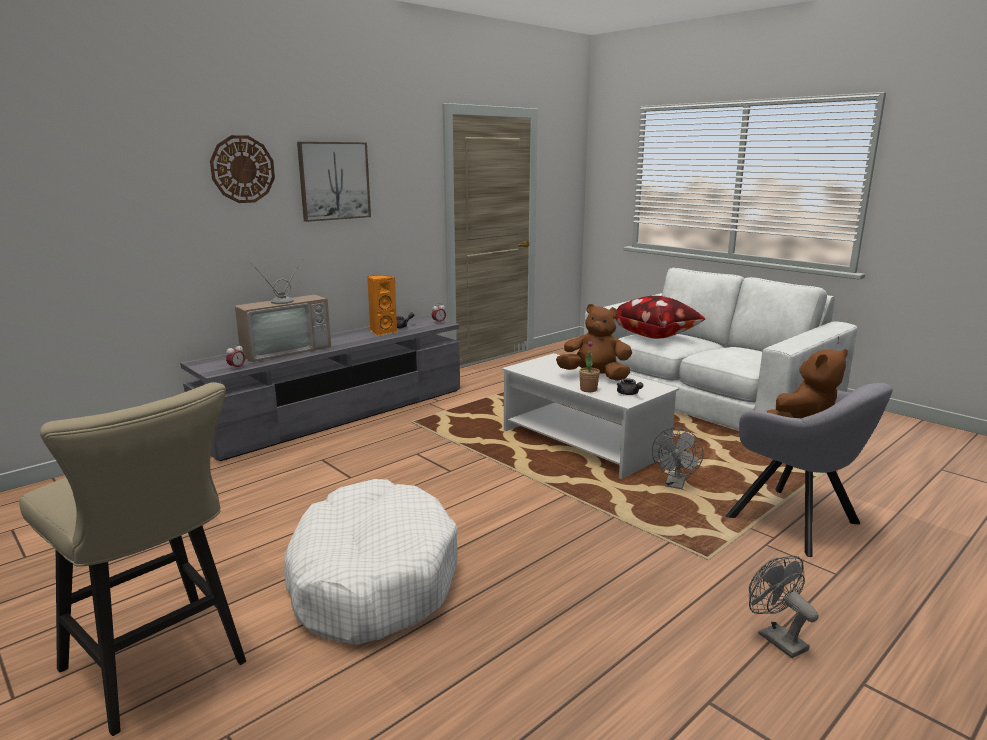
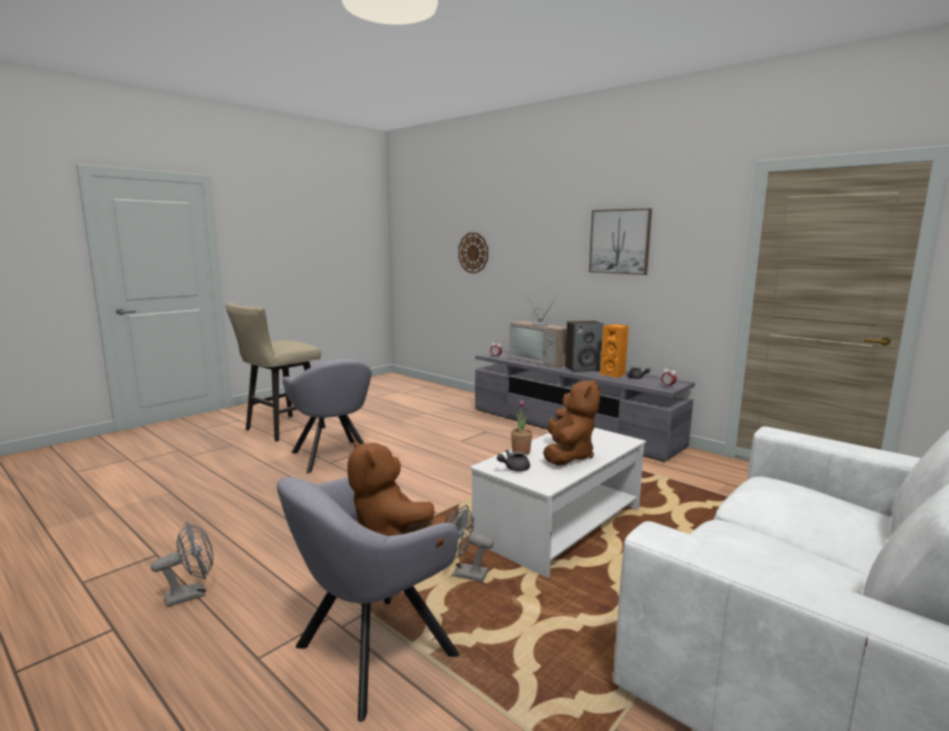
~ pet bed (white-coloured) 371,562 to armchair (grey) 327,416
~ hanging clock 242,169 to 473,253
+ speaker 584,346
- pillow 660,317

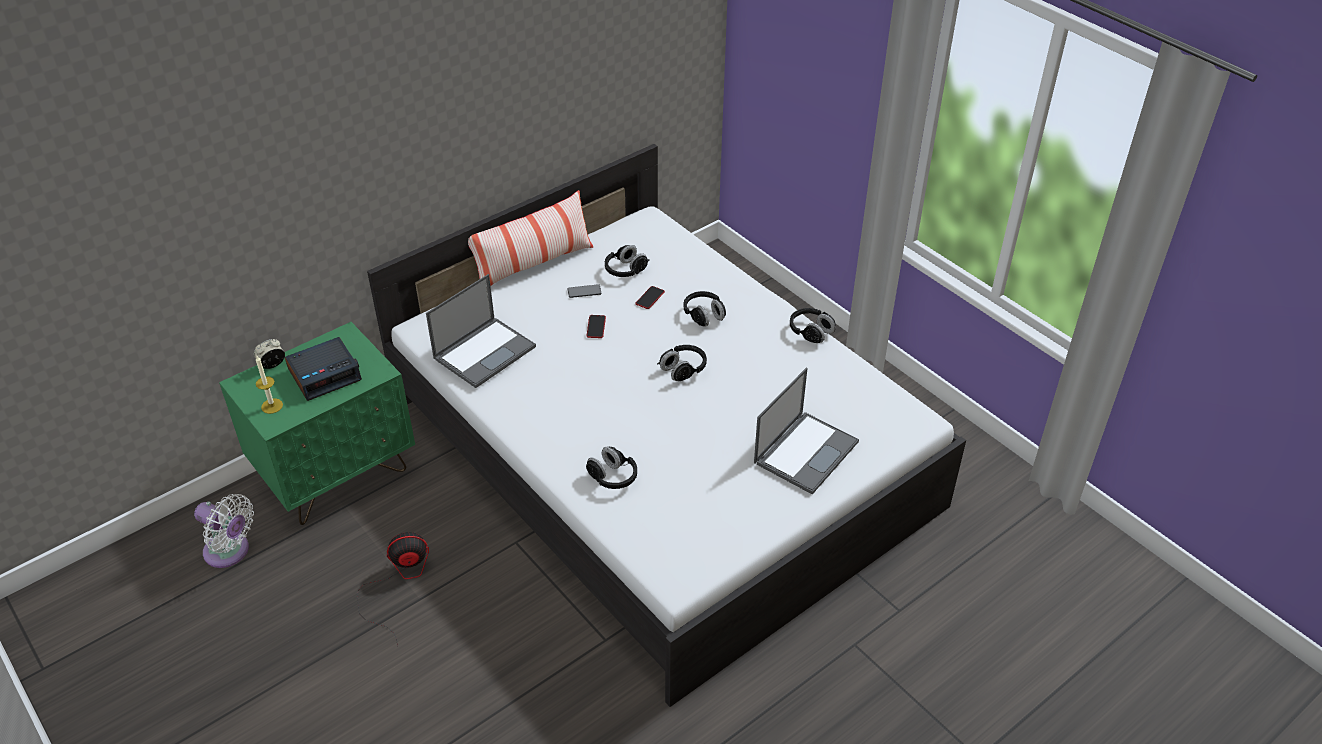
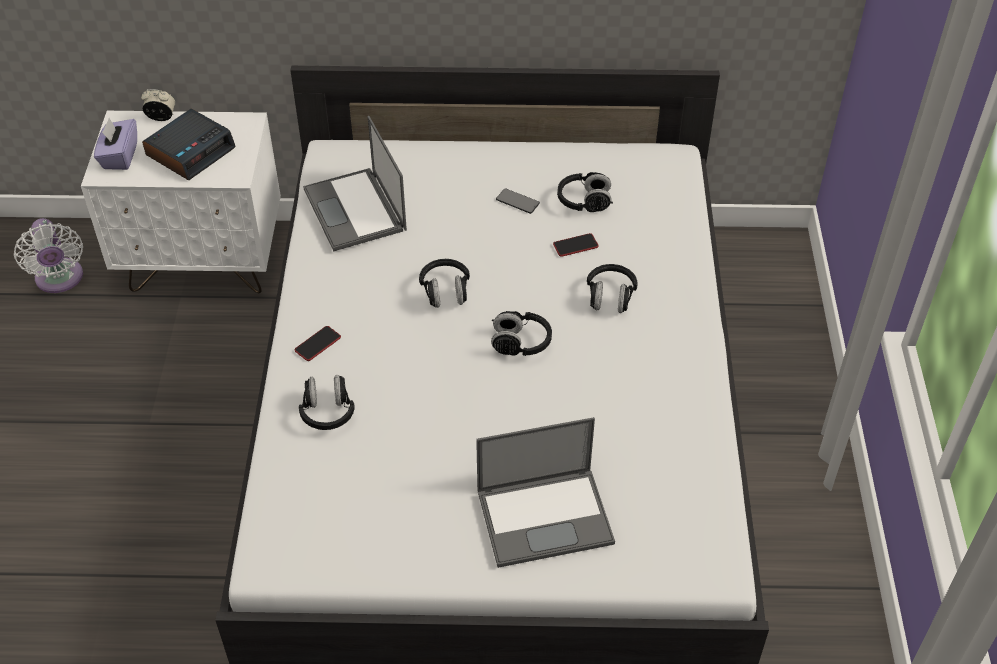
~ nightstand (greenish) 317,423 to nightstand (white-coloured) 181,202
~ wax candle 269,385 to tissue holder (purplish) 115,144
~ bedside clock 323,369 = 189,144 60 degrees counterclockwise
~ phone 596,326 to 318,343
~ laptop 481,331 = 355,183 75 degrees clockwise
~ pair of headphones (black-coloured) 813,325 to 444,283
- cooling fan 393,589
- pillow 530,238

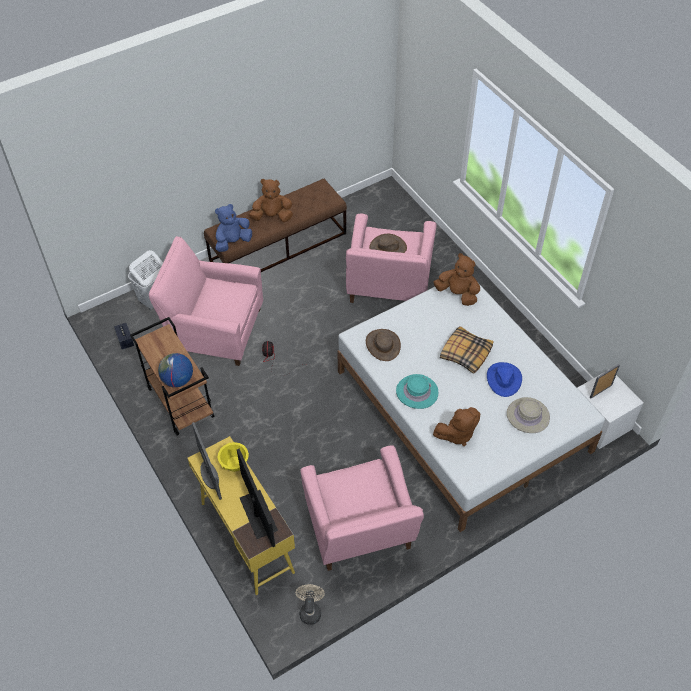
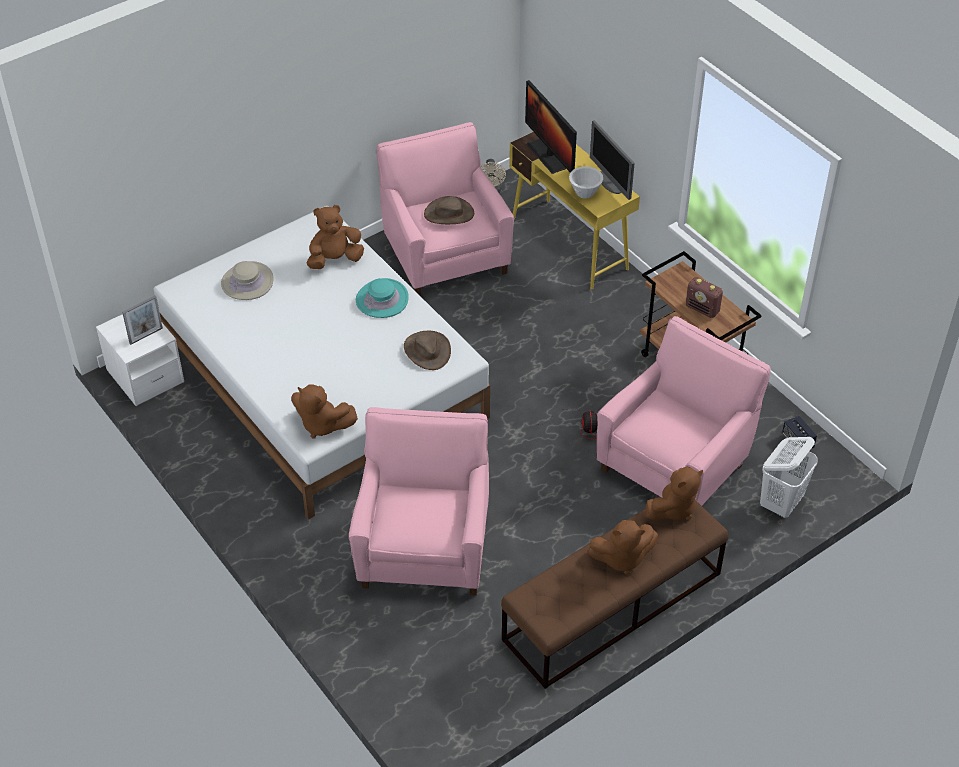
~ hat (brown) 388,243 to 449,210
~ bowl (yellow) 233,457 to bowl (white-coloured) 586,182
~ armchair (pink-coloured) 206,301 = 684,411 60 degrees counterclockwise
~ plush toy (bluish) 233,228 to plush toy (brown) 674,493
+ radio 704,297
- world globe 175,370
- pillow 466,350
- hat (bluish) 504,379

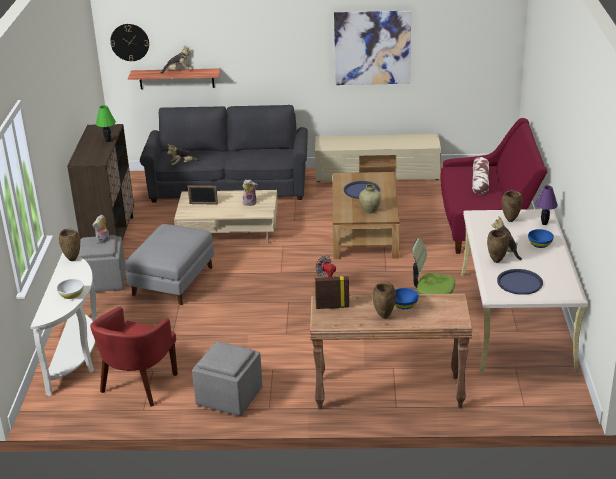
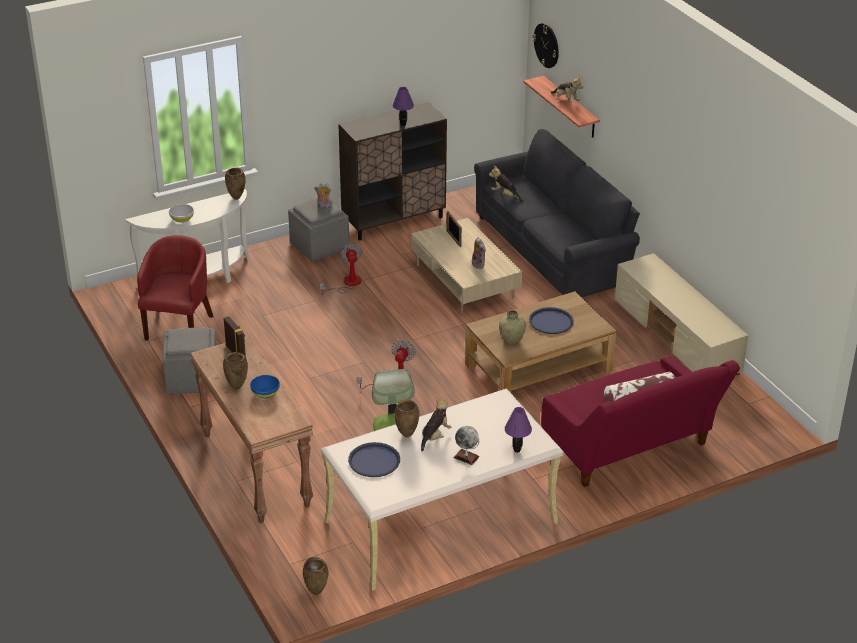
~ armchair (red-coloured) 134,357 = 175,288 105 degrees clockwise
~ vase (brown) 512,206 to 315,576
~ ottoman (grey) 169,264 to cooling fan 341,269
~ lamp for a table (greenish) 106,123 to lamp for a table (purplish) 403,106
~ bowl (bluish) 541,238 to world globe 466,445
- picture 372,48

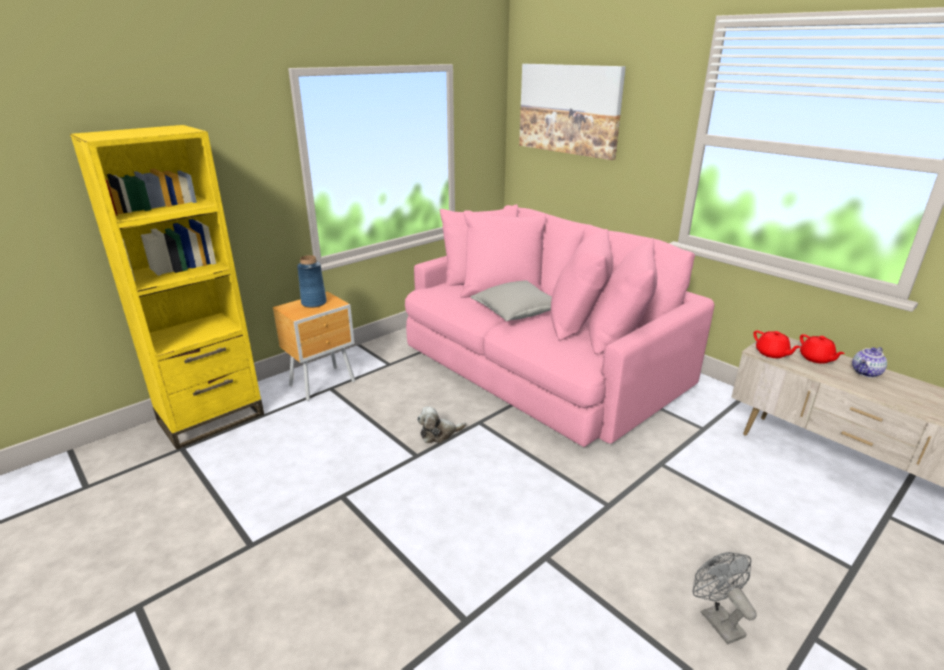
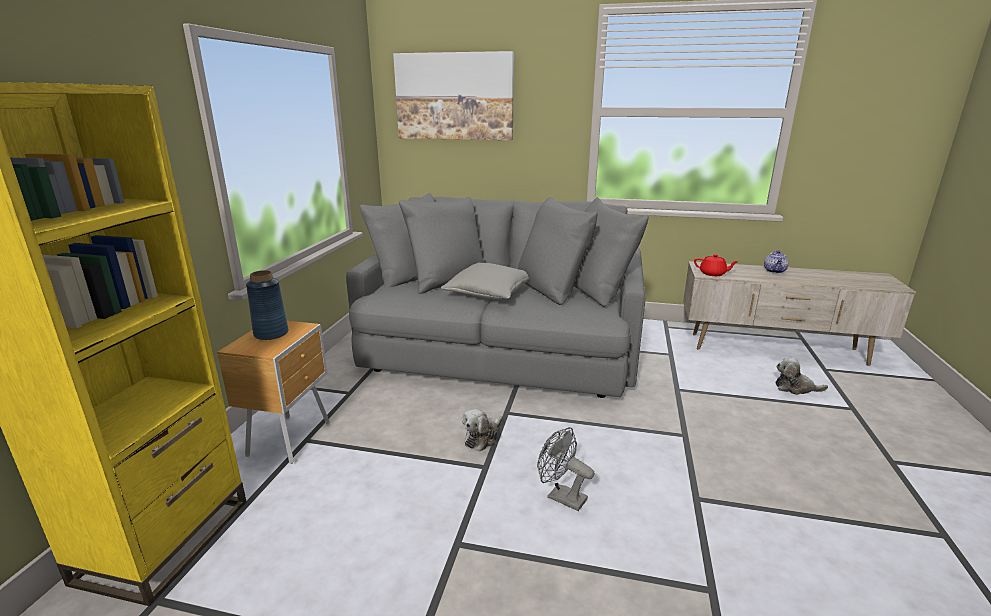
~ settee (pink-coloured) 559,325 to settee (grey) 497,295
~ cooling fan (grey) 725,598 to 565,469
+ plush toy 802,376
- pot for tea (red-coloured) 822,349

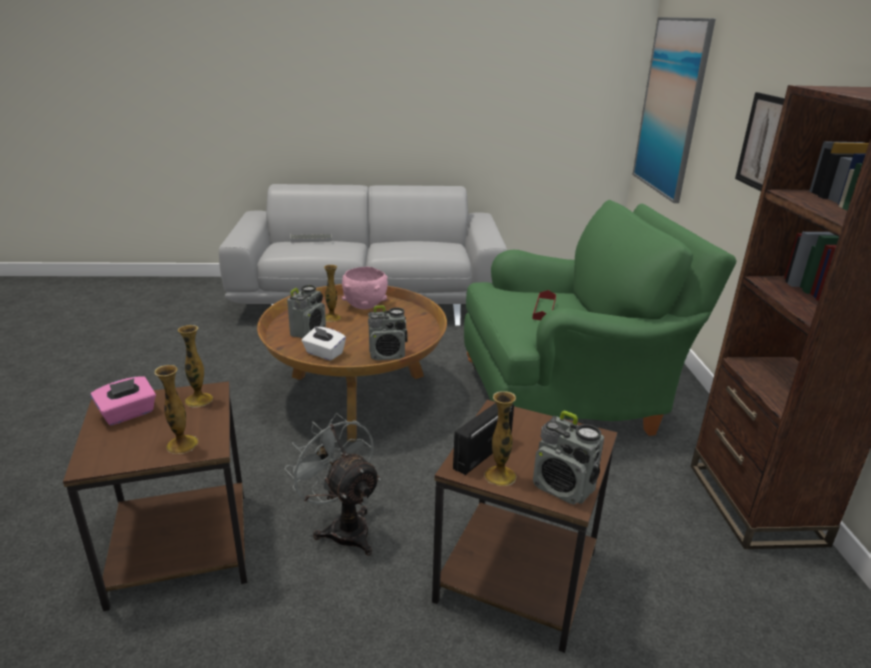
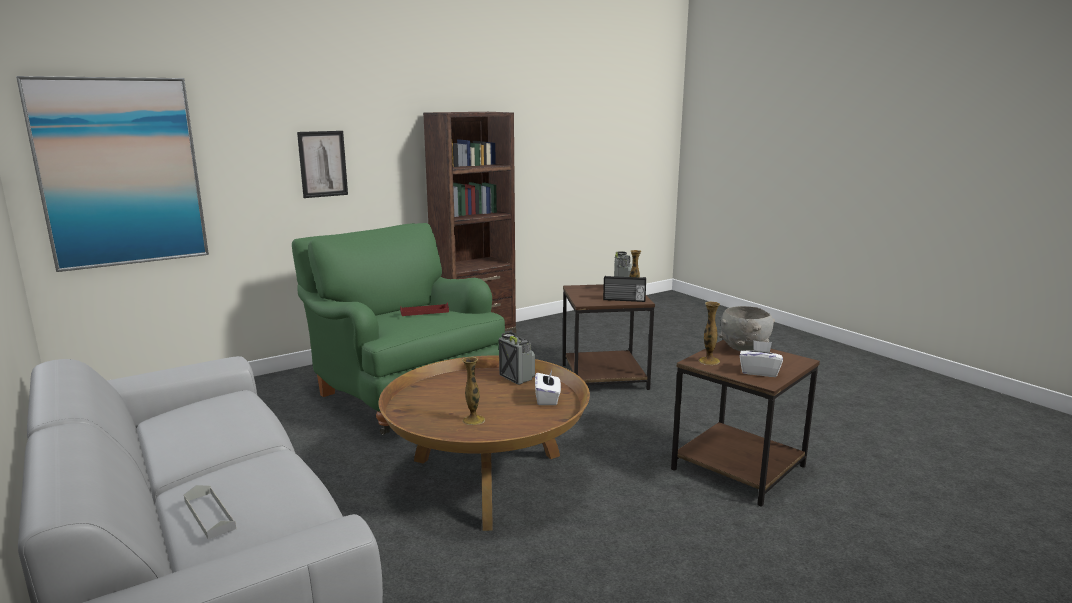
~ vase 176,409 to bowl (grey) 746,328
~ tissue holder (pink-coloured) 123,401 to tissue holder (white-coloured) 761,358
- cooling fan (grey) 333,484
- radio 306,311
- bowl (pink-coloured) 365,288

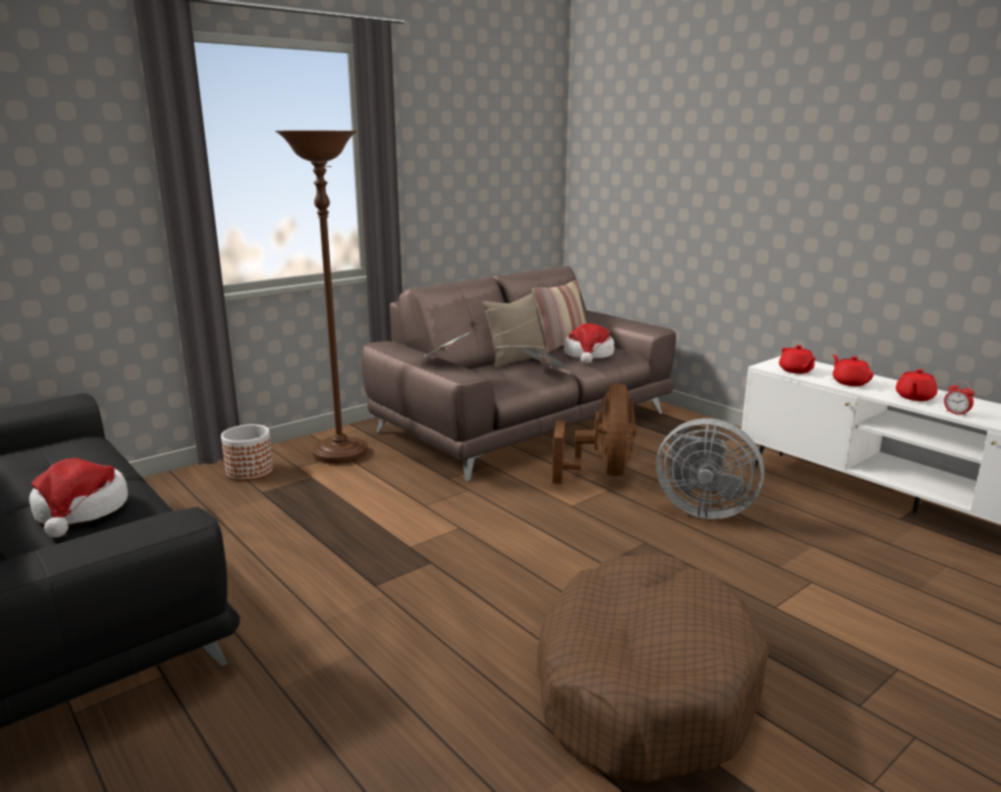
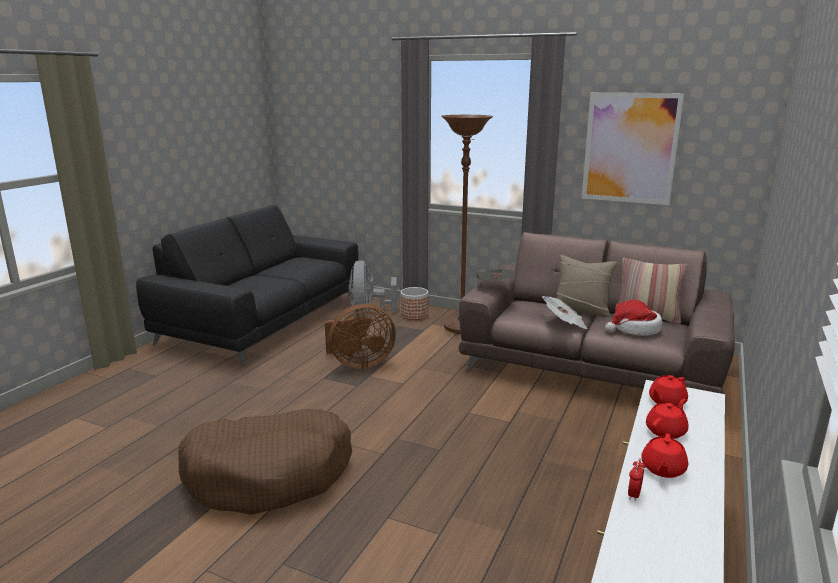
~ cooling fan (brown) 594,433 to 360,336
~ cooling fan (grey) 710,468 to 373,287
+ picture 633,148
~ pot for tea (red-coloured) 916,385 = 664,455 75 degrees counterclockwise
- hat 78,497

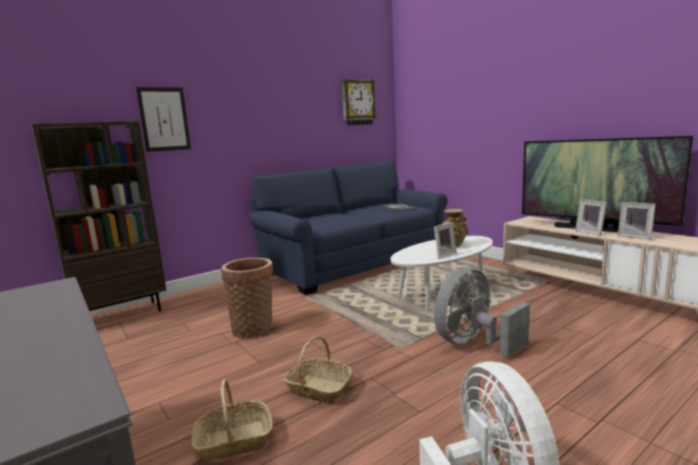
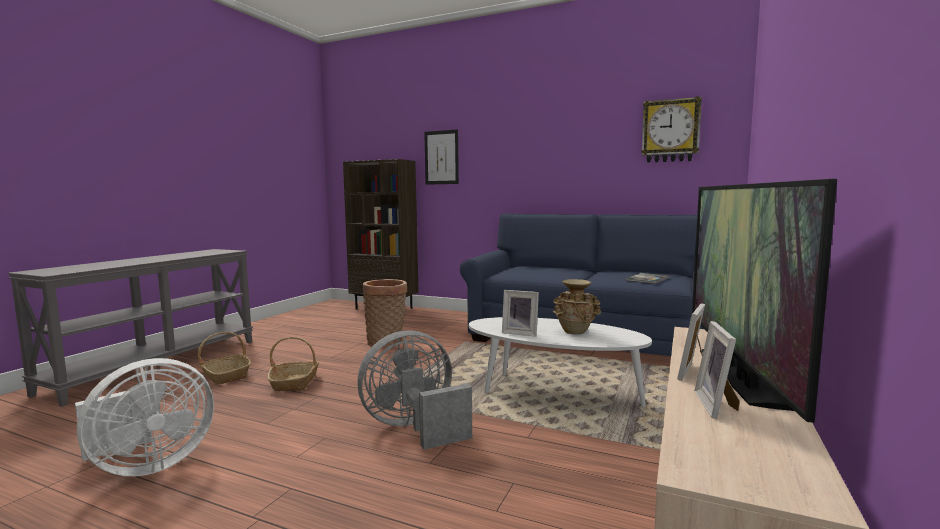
~ cooling fan (grey) 482,312 = 414,390 45 degrees counterclockwise

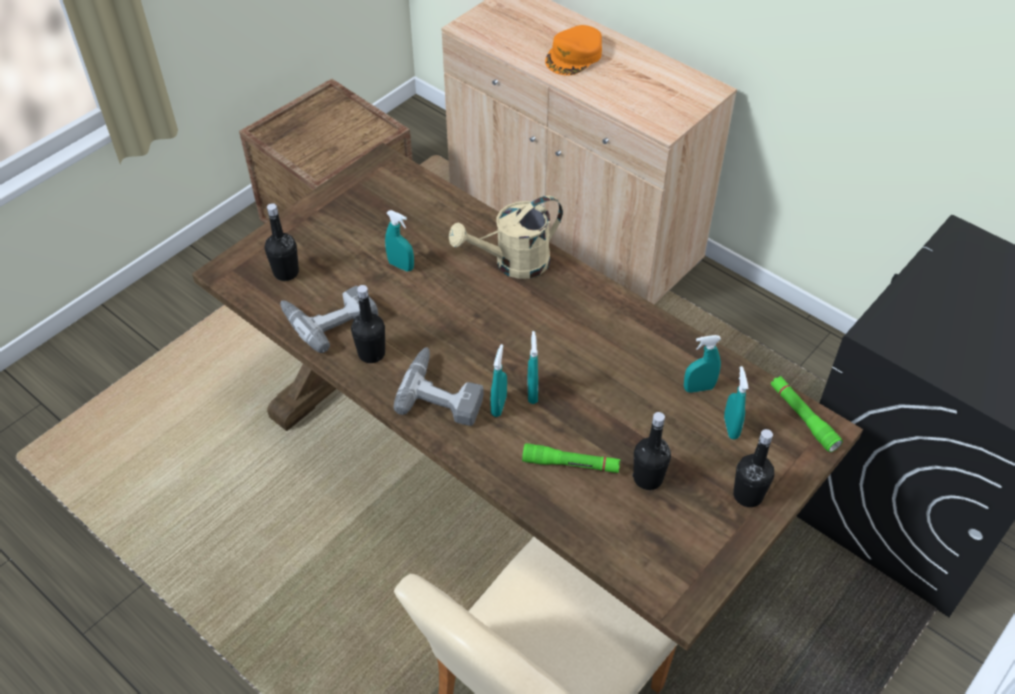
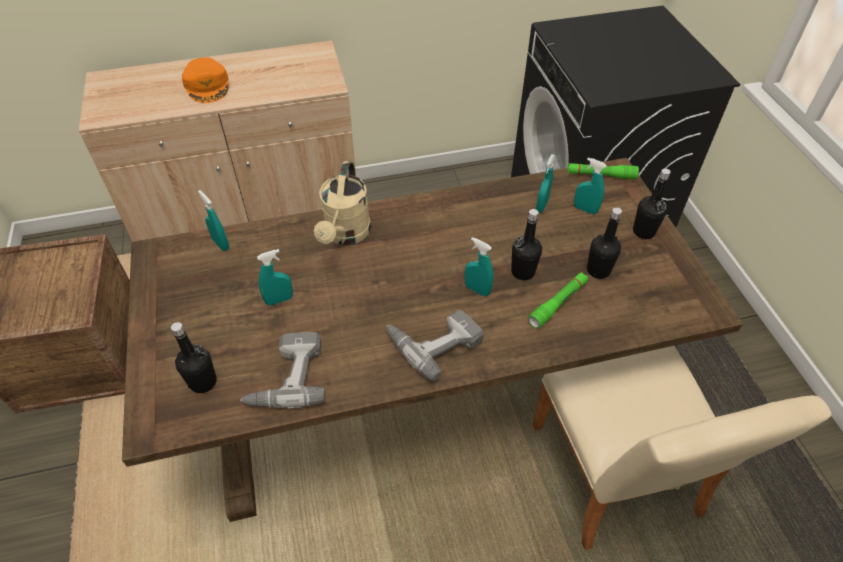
~ spray bottle (blue-green) 498,380 to 213,220
~ drink bottle (black-coloured) 368,324 to 526,244

